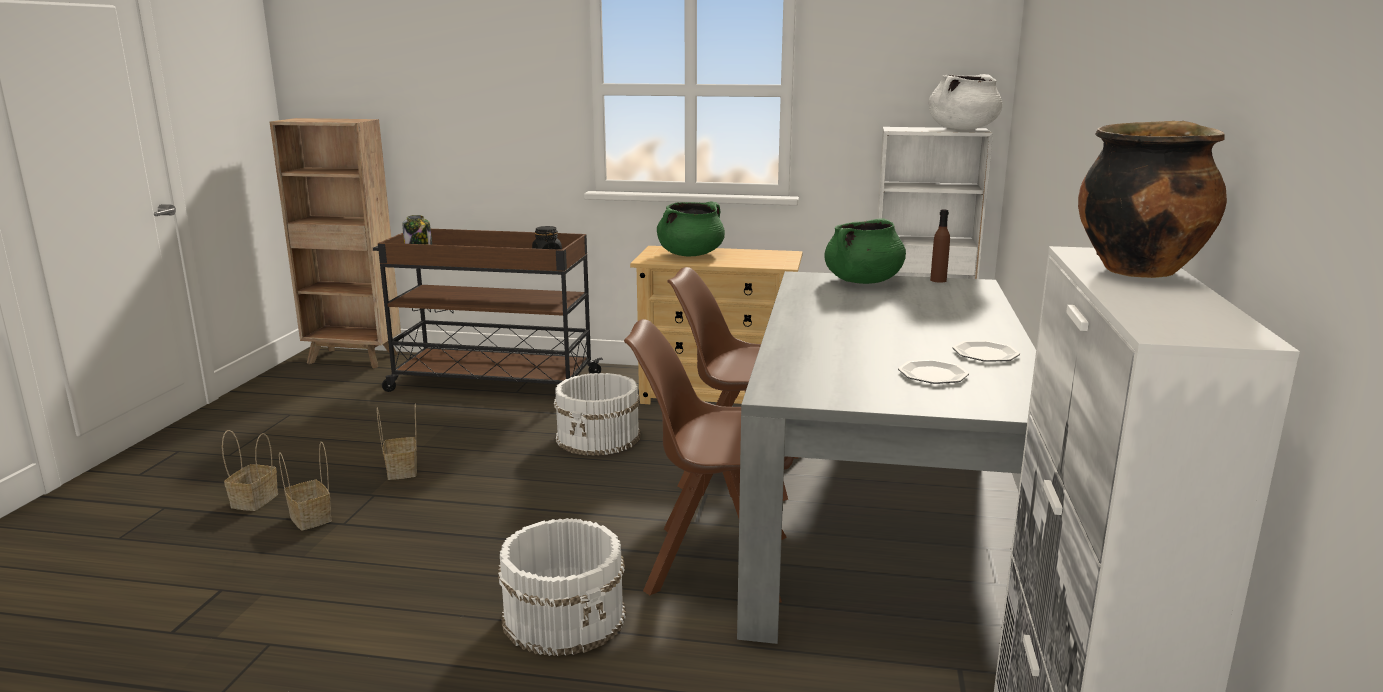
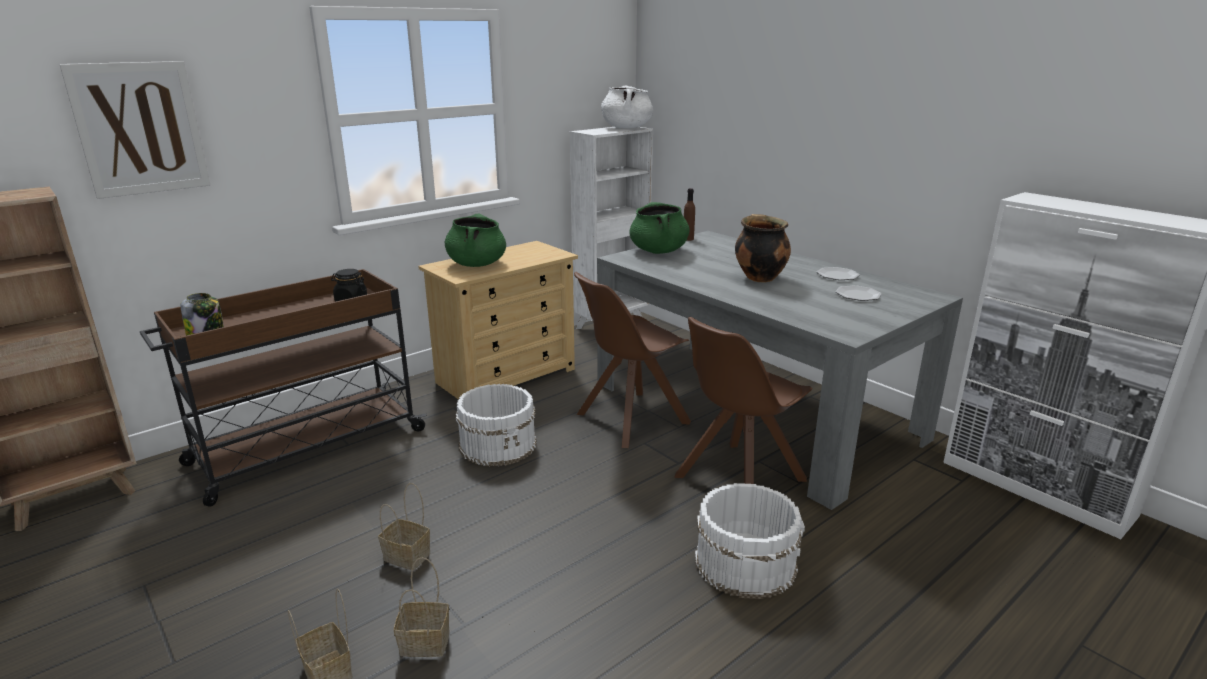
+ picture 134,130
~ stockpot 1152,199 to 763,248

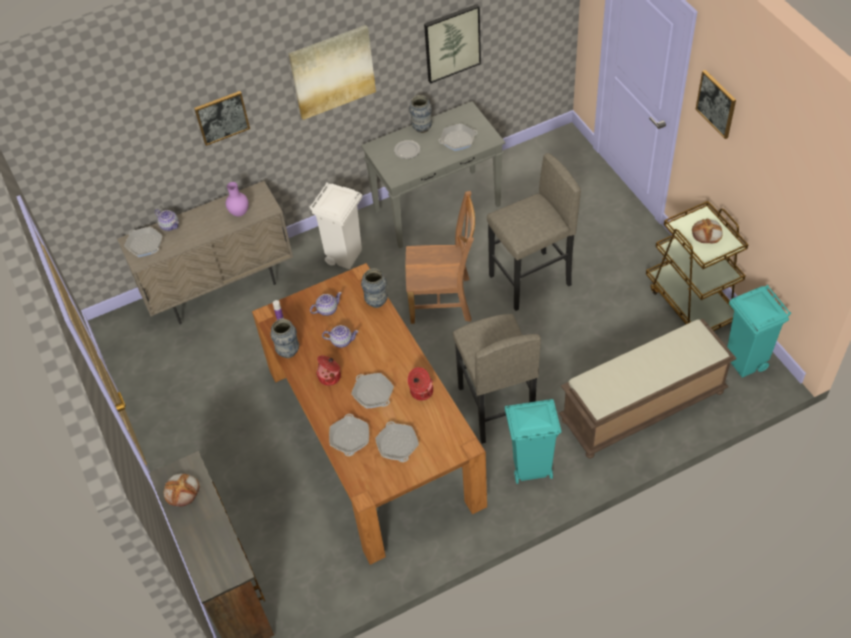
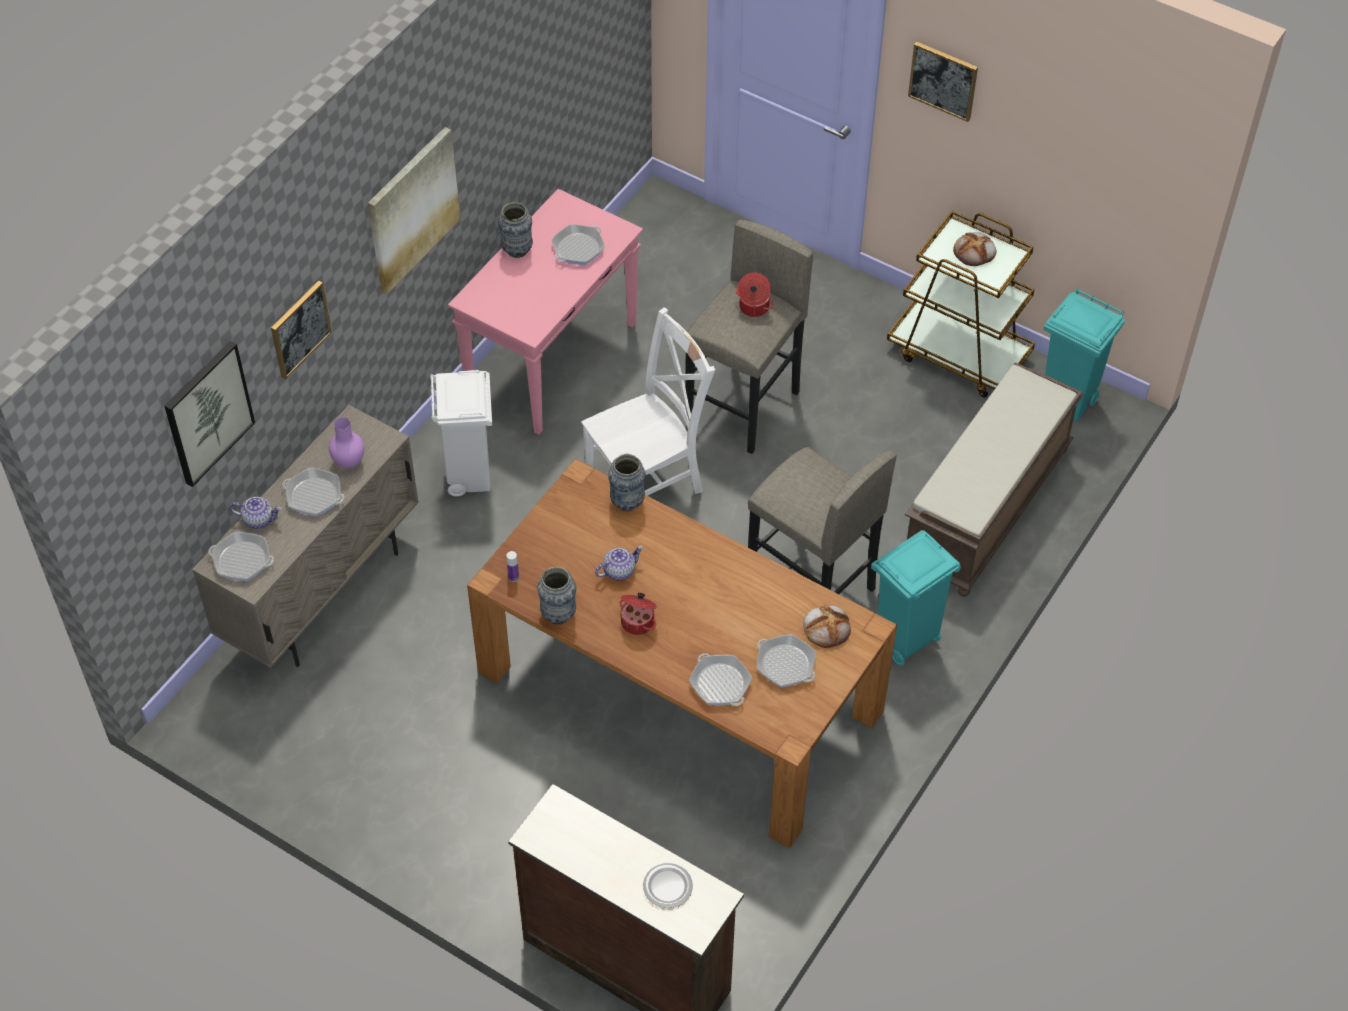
~ picture 452,44 to 209,414
~ skillet 372,391 to 313,491
~ console table (grey) 433,174 to console table (pink-coloured) 545,312
~ plain chair (brown) 440,257 to plain chair (white-coloured) 648,401
~ dinner plate 407,149 to 668,885
~ stockpot 420,384 to 754,294
~ bread 181,490 to 827,626
- pot for tea 326,304

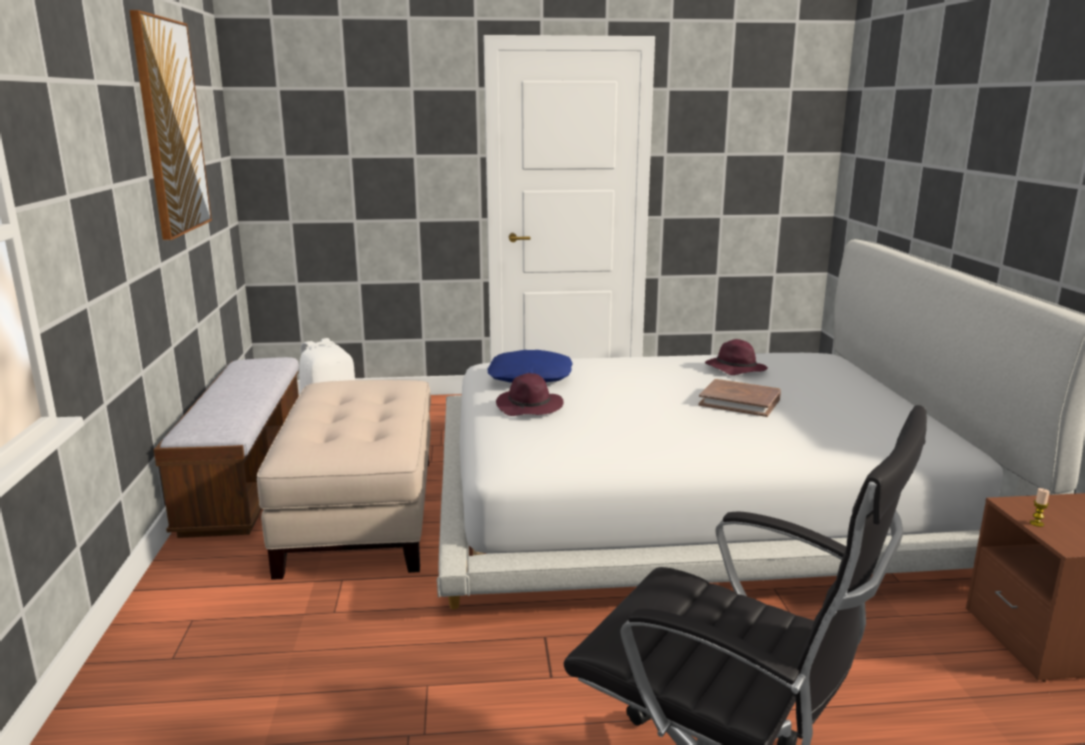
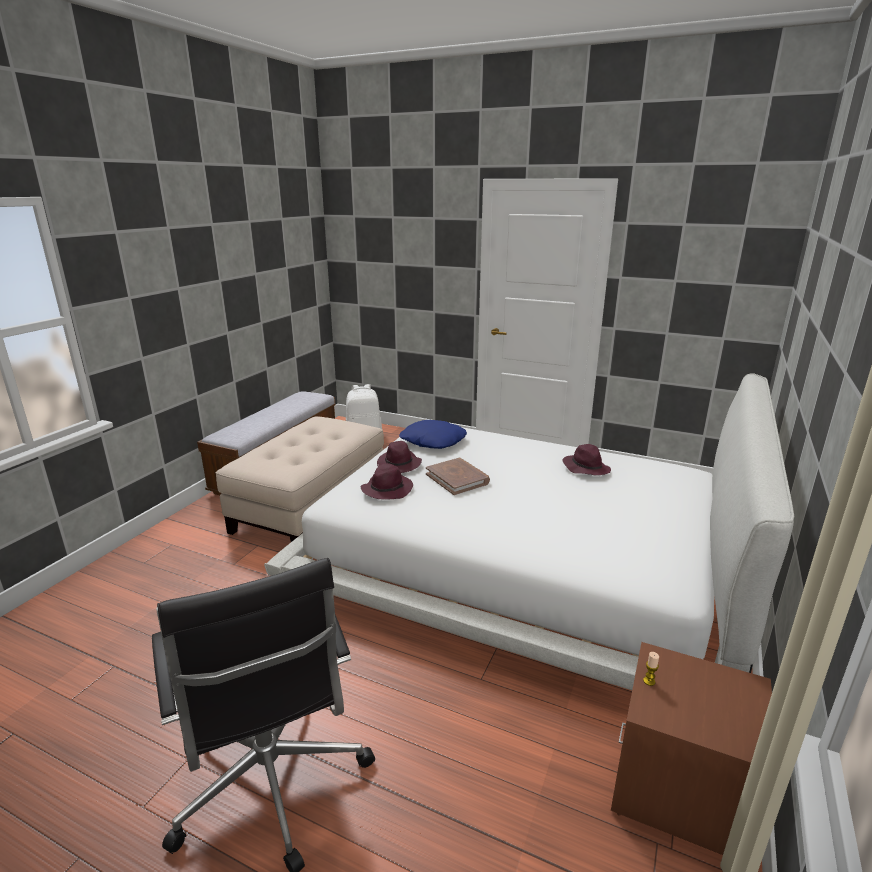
+ hat (purplish) 387,481
~ book (brown) 739,398 to 458,476
- picture 170,125

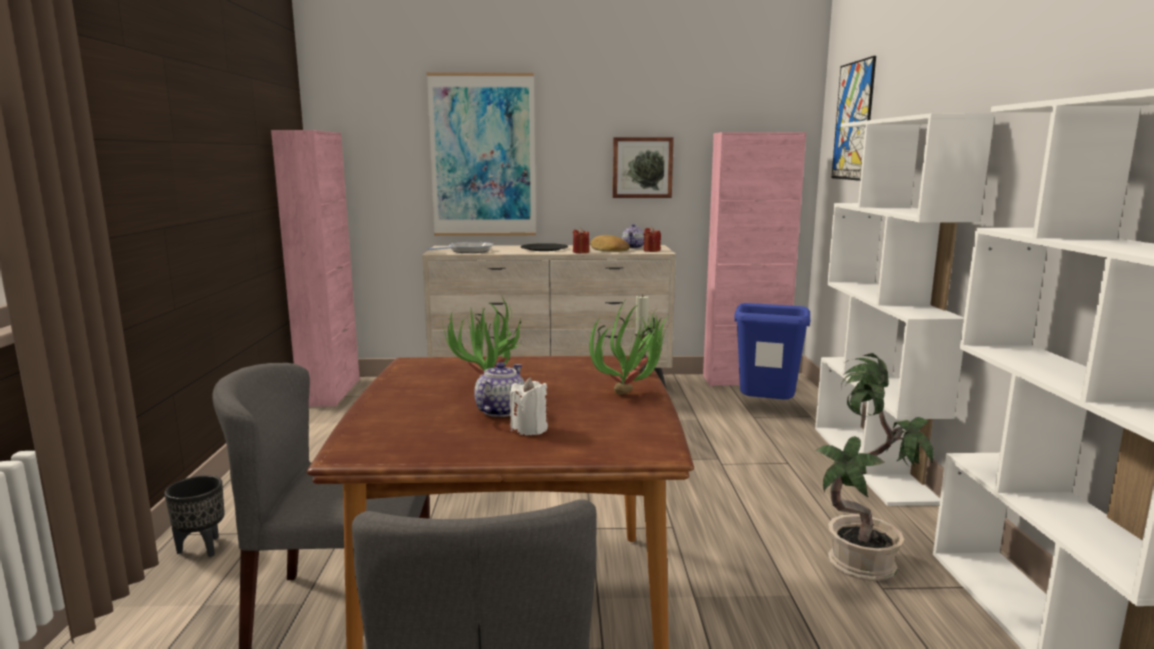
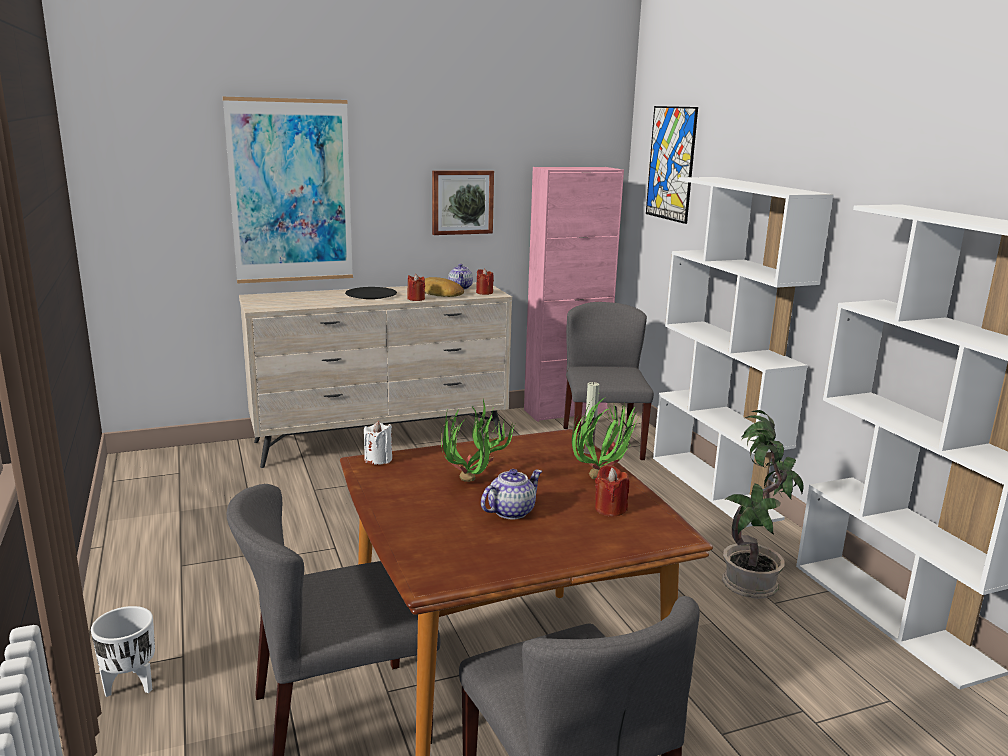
~ flower pot (black-coloured) 194,516 to flower pot (white-coloured) 123,651
~ wax candle (white-coloured) 528,406 to 378,443
~ pot for tea 499,389 = 511,494 45 degrees clockwise
~ rubbish bin (bluish) 772,351 to plain chair (grey) 608,381
+ wax candle (red-coloured) 612,491
- cabinet (pink-coloured) 315,268
- skillet 460,247

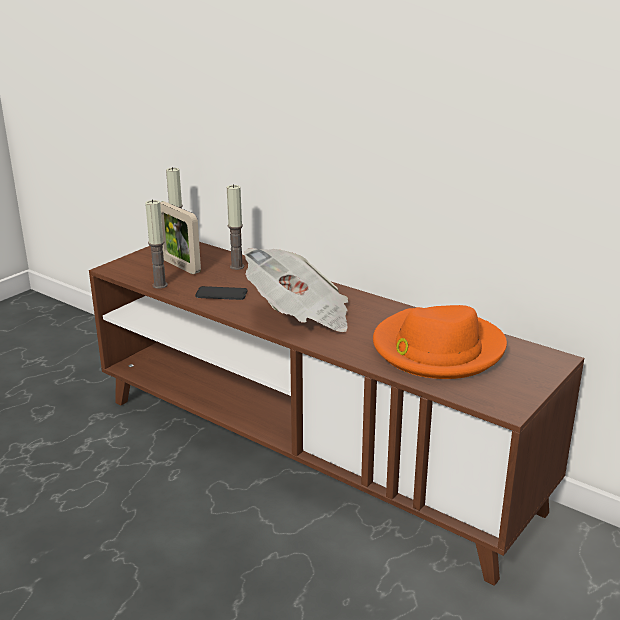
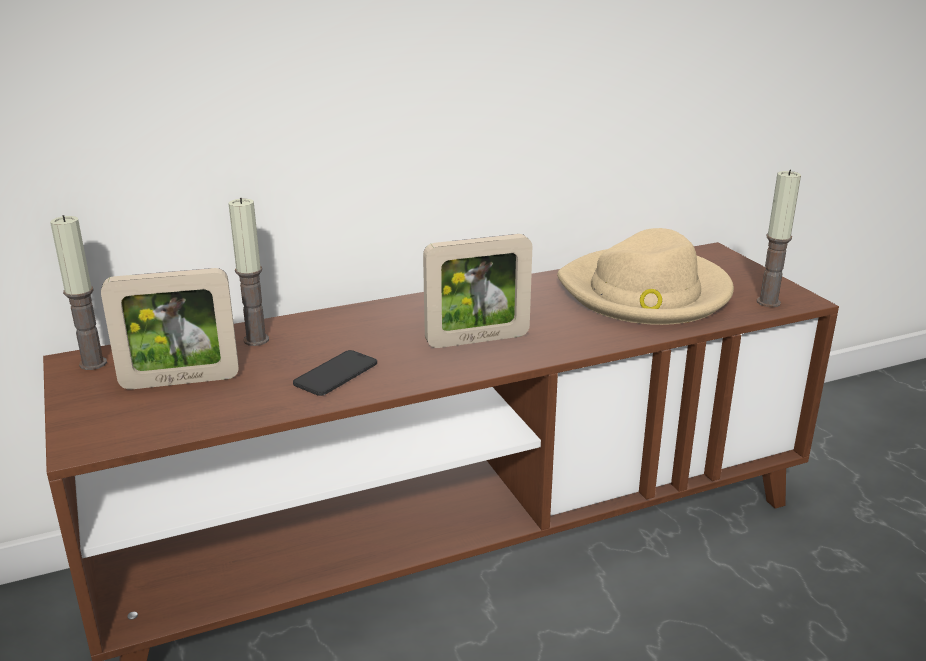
~ newspaper 296,290 to standing frame 477,291
~ hat (orange) 440,342 to hat (beige-coloured) 645,276
~ wax candle 156,244 to 779,238

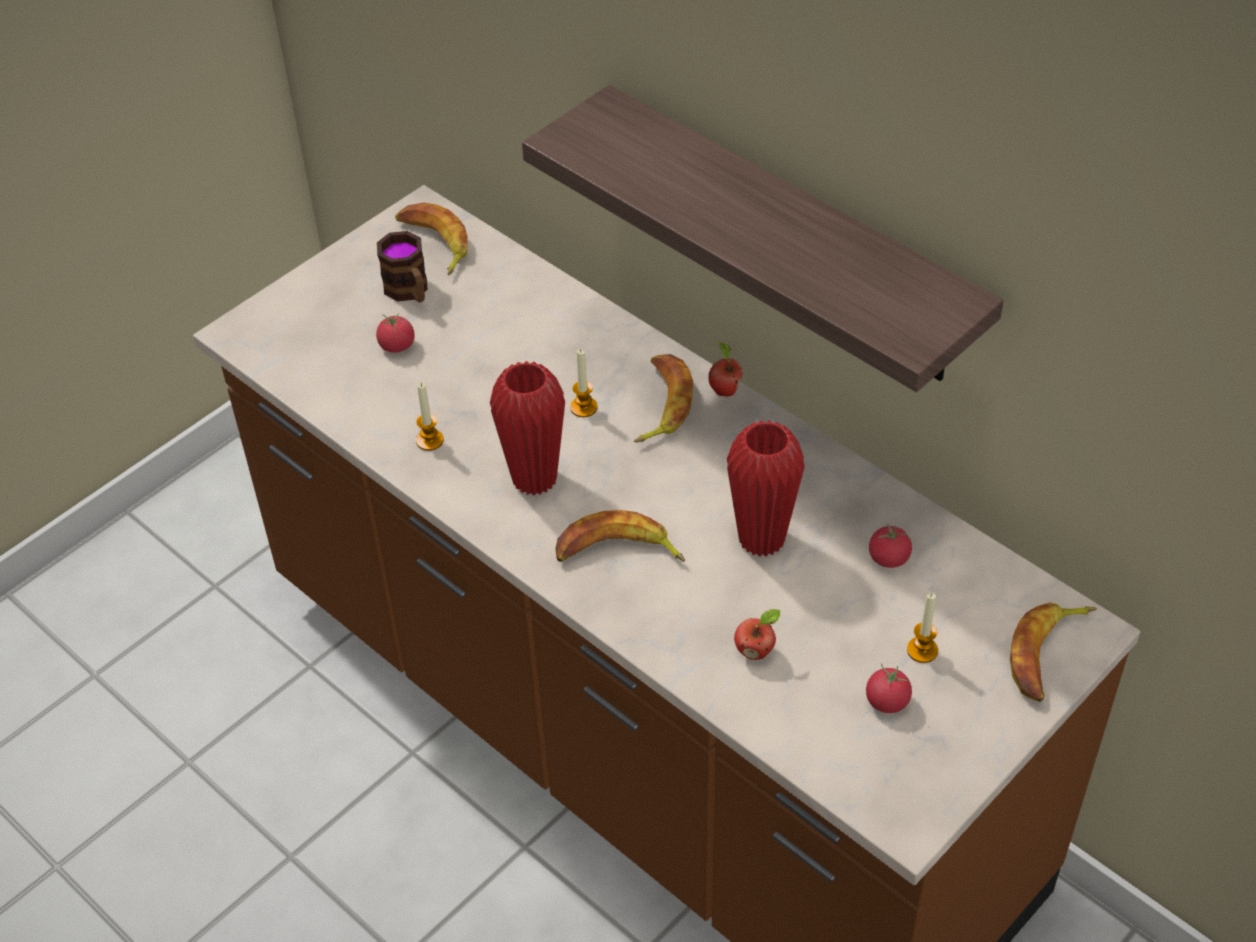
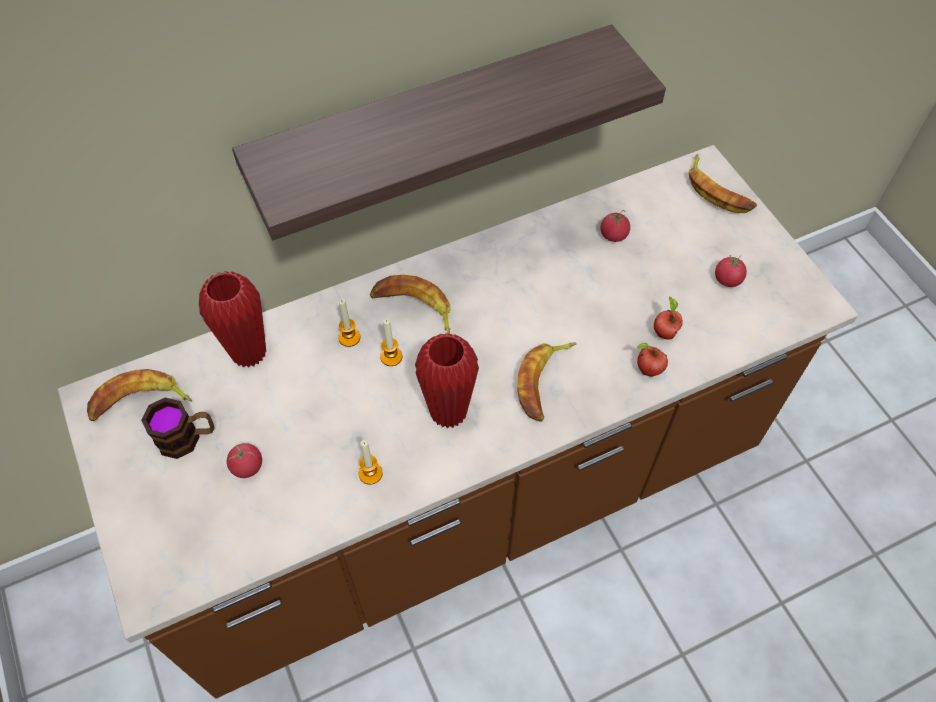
~ vase (red-coloured) 766,488 to 232,319
~ wax candle 922,628 to 349,323
~ apple 725,369 to 652,360

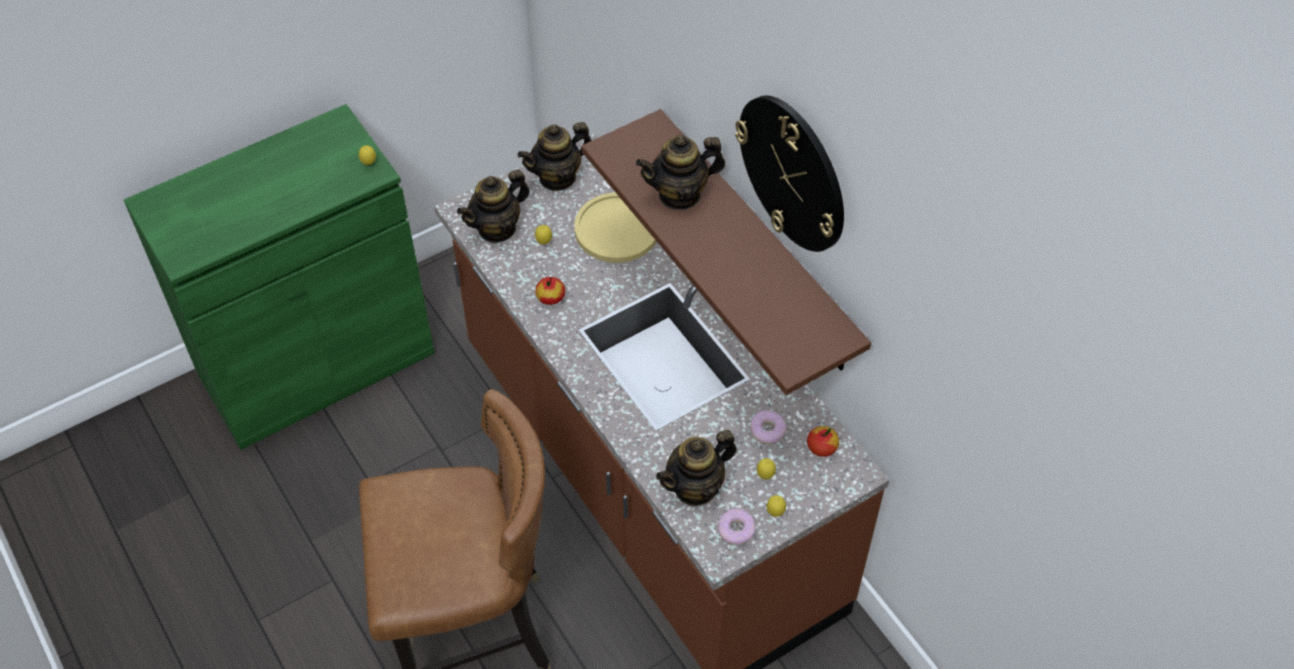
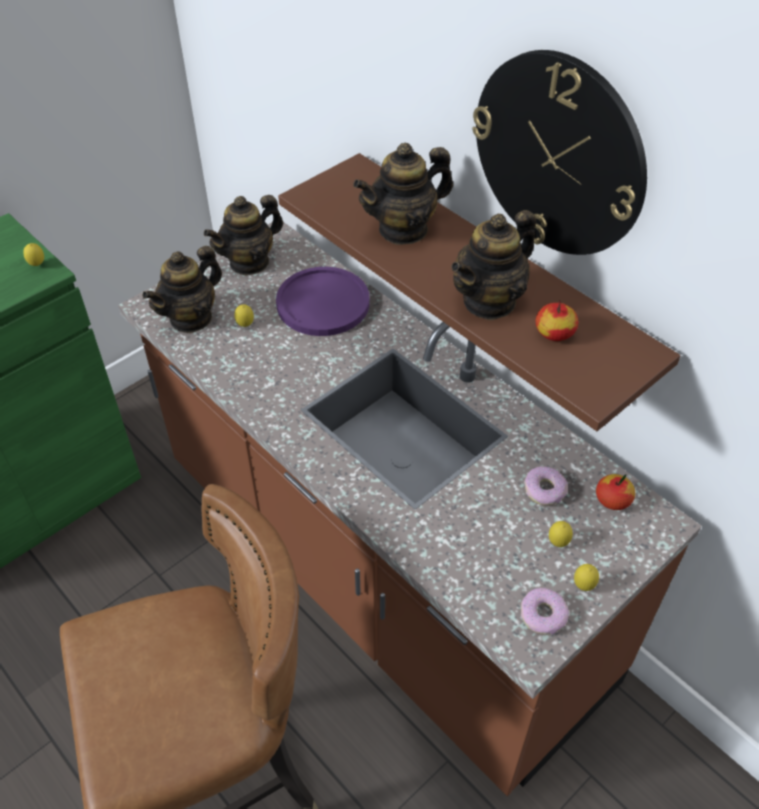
~ dinner plate (yellow) 615,227 to dinner plate (purplish) 323,301
~ pot for tea 696,468 to 493,265
~ apple 550,291 to 557,320

